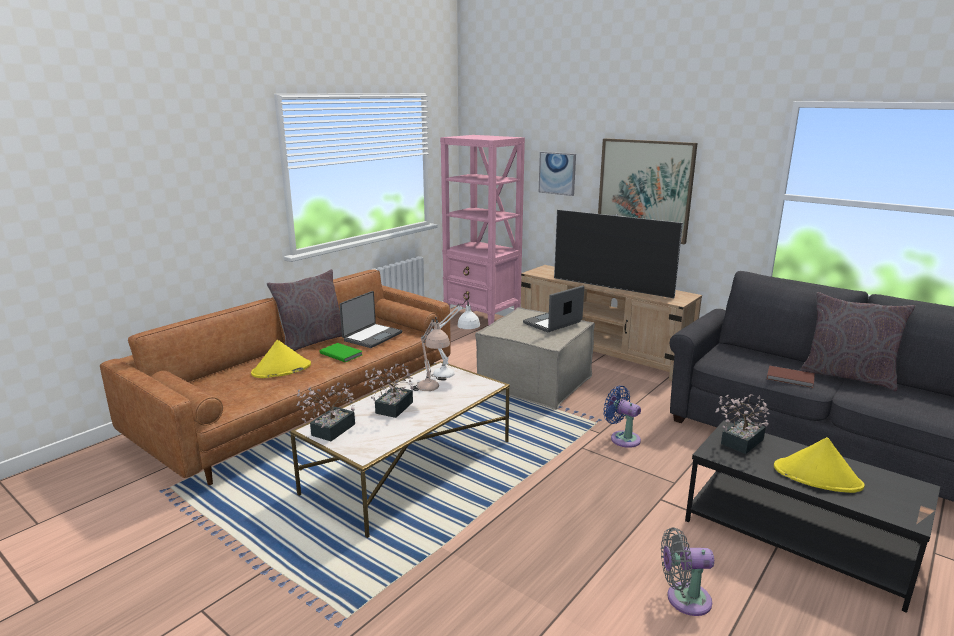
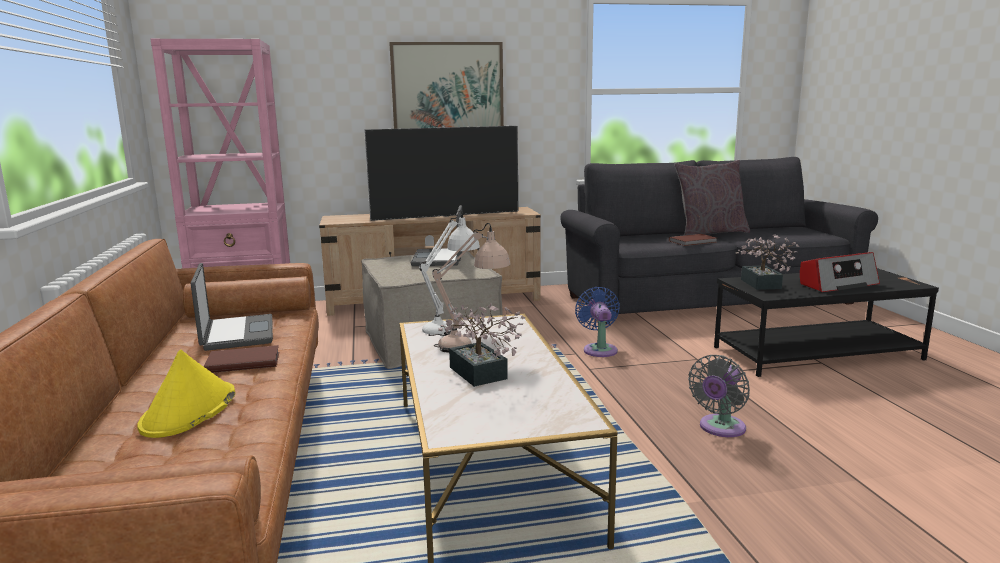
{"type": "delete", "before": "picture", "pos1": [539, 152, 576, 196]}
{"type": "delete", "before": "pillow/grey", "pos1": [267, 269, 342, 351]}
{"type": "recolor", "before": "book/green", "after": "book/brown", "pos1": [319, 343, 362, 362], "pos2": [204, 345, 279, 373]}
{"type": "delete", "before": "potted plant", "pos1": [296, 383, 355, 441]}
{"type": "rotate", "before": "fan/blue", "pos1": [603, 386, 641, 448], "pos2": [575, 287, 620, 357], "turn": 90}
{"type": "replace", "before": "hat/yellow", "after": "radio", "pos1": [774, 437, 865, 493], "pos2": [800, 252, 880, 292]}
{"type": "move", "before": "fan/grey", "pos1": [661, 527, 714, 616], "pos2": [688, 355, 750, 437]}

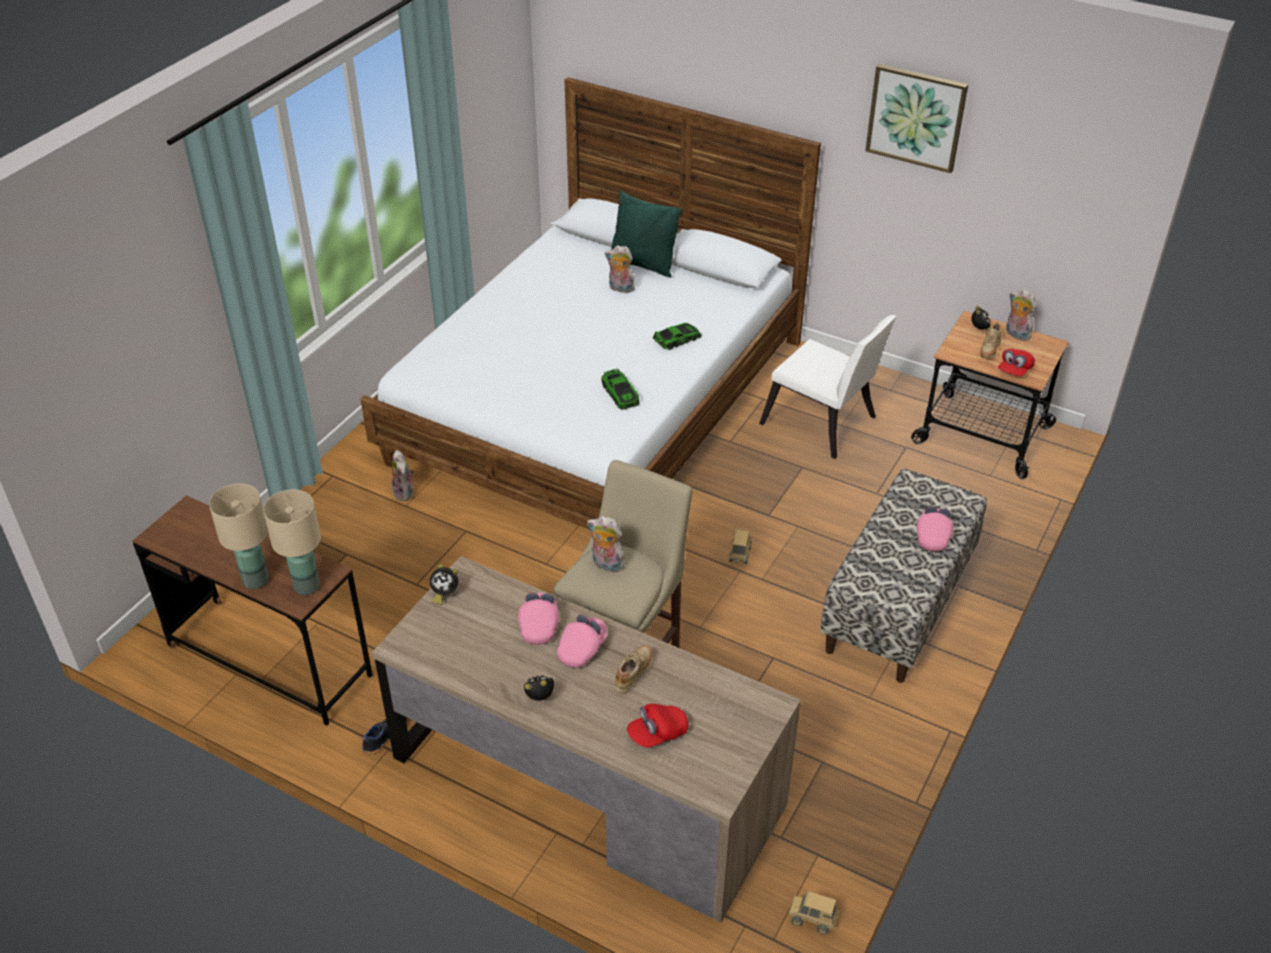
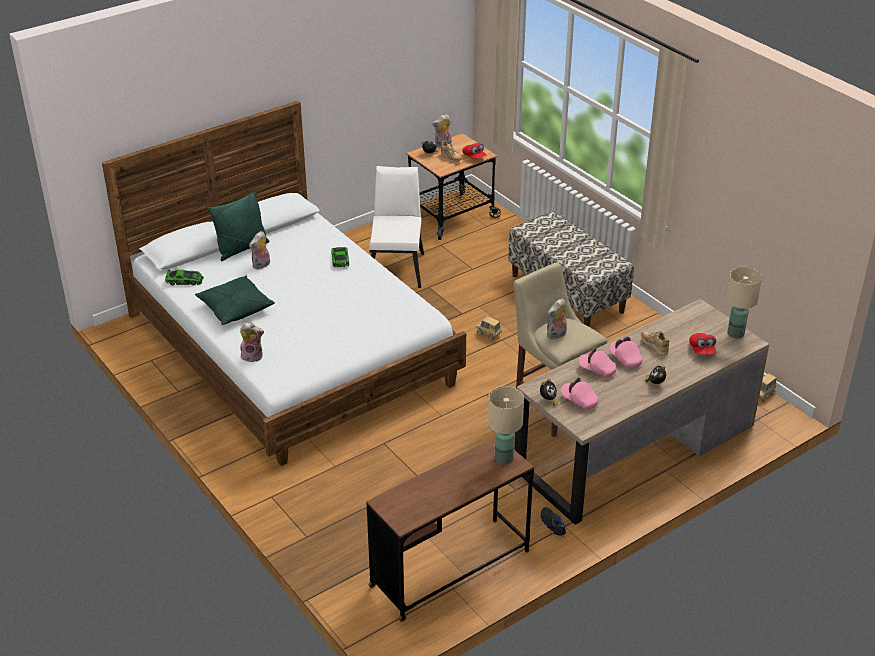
{"type": "delete", "before": "picture", "pos1": [865, 64, 968, 173]}
{"type": "rotate", "before": "chair/white", "pos1": [759, 315, 896, 459], "pos2": [369, 166, 424, 288], "turn": -60}
{"type": "move", "before": "toy car", "pos1": [601, 368, 640, 410], "pos2": [165, 269, 204, 285]}
{"type": "move", "before": "plush toy", "pos1": [392, 450, 414, 501], "pos2": [240, 322, 264, 362]}
{"type": "move", "before": "table lamp/beige", "pos1": [209, 484, 269, 589], "pos2": [726, 267, 762, 338]}
{"type": "move", "before": "cap/pink", "pos1": [916, 506, 954, 552], "pos2": [561, 377, 598, 410]}
{"type": "insert", "after": "pillow/green", "pos2": [195, 276, 275, 325]}

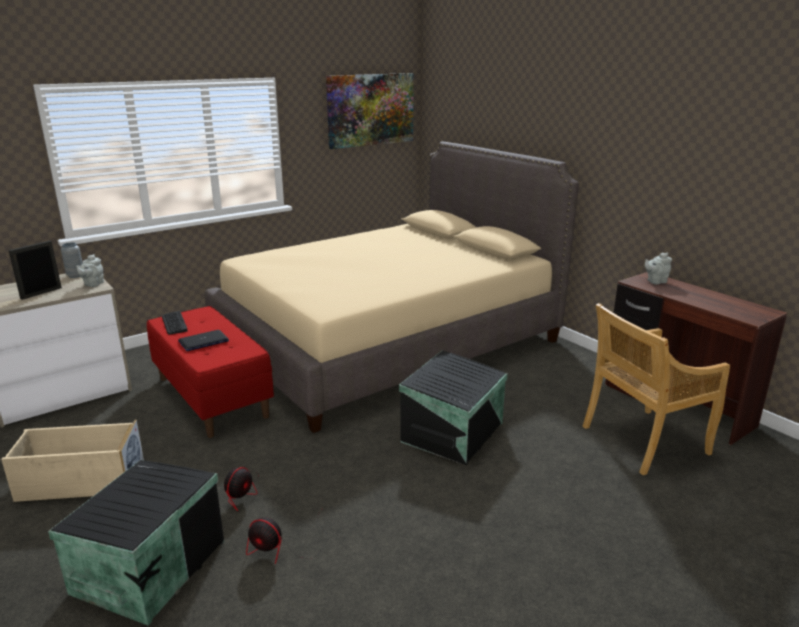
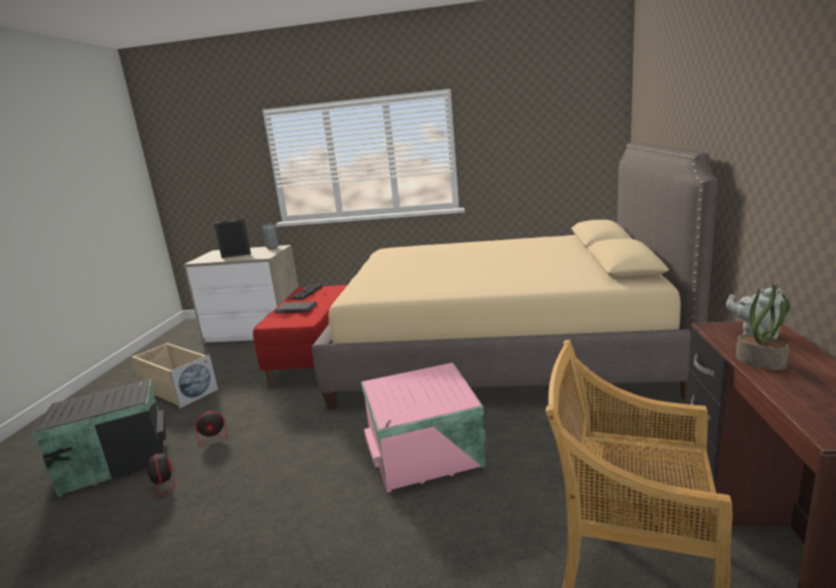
{"type": "delete", "before": "picture", "pos1": [326, 73, 414, 149]}
{"type": "delete", "before": "teapot/grey", "pos1": [76, 254, 104, 287]}
{"type": "recolor", "before": "storage box/black", "after": "storage box/pink", "pos1": [399, 350, 507, 465], "pos2": [361, 363, 486, 493]}
{"type": "insert", "after": "potted plant", "pos2": [736, 283, 790, 370]}

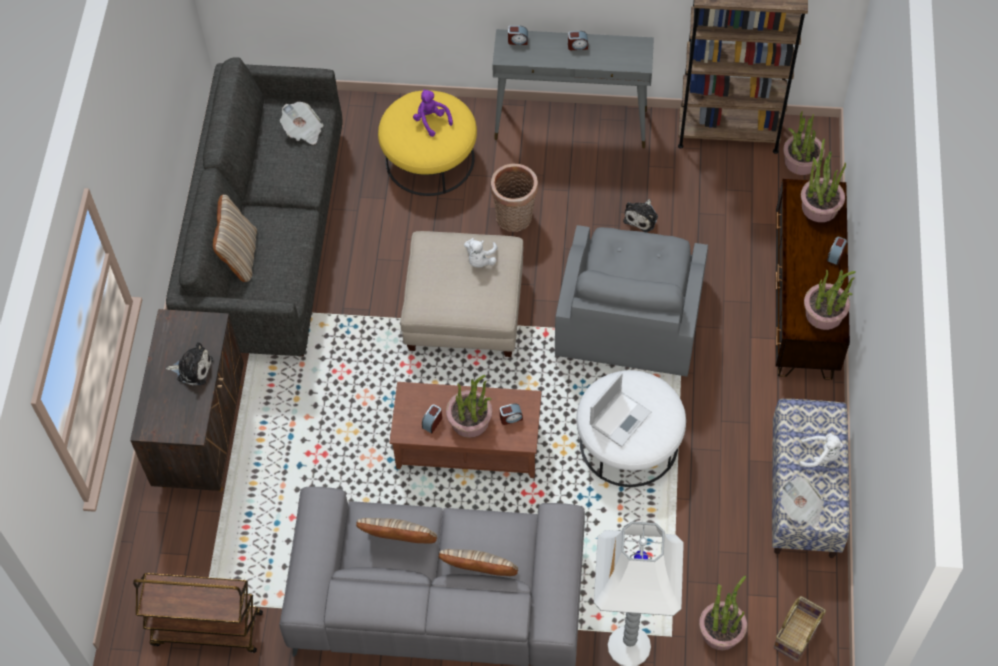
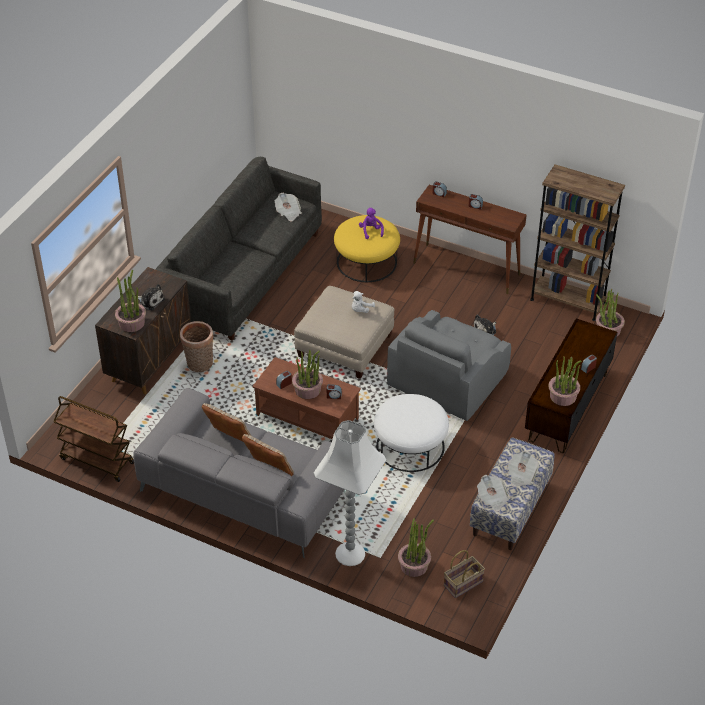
{"type": "recolor", "before": "console table/grey", "after": "console table/brown", "pos1": [492, 29, 654, 148], "pos2": [413, 185, 527, 294]}
{"type": "move", "before": "potted plant", "pos1": [801, 139, 846, 222], "pos2": [115, 270, 146, 332]}
{"type": "move", "before": "basket", "pos1": [491, 163, 538, 232], "pos2": [180, 321, 214, 372]}
{"type": "delete", "before": "pillow/beige", "pos1": [213, 195, 257, 282]}
{"type": "delete", "before": "laptop", "pos1": [590, 372, 651, 447]}
{"type": "replace", "before": "plush toy/white", "after": "newspaper", "pos1": [799, 433, 843, 467], "pos2": [507, 451, 539, 486]}

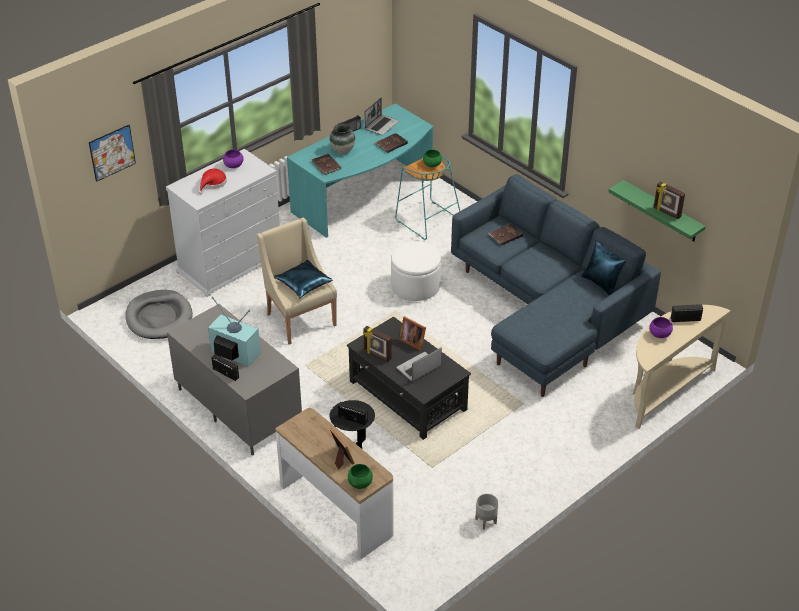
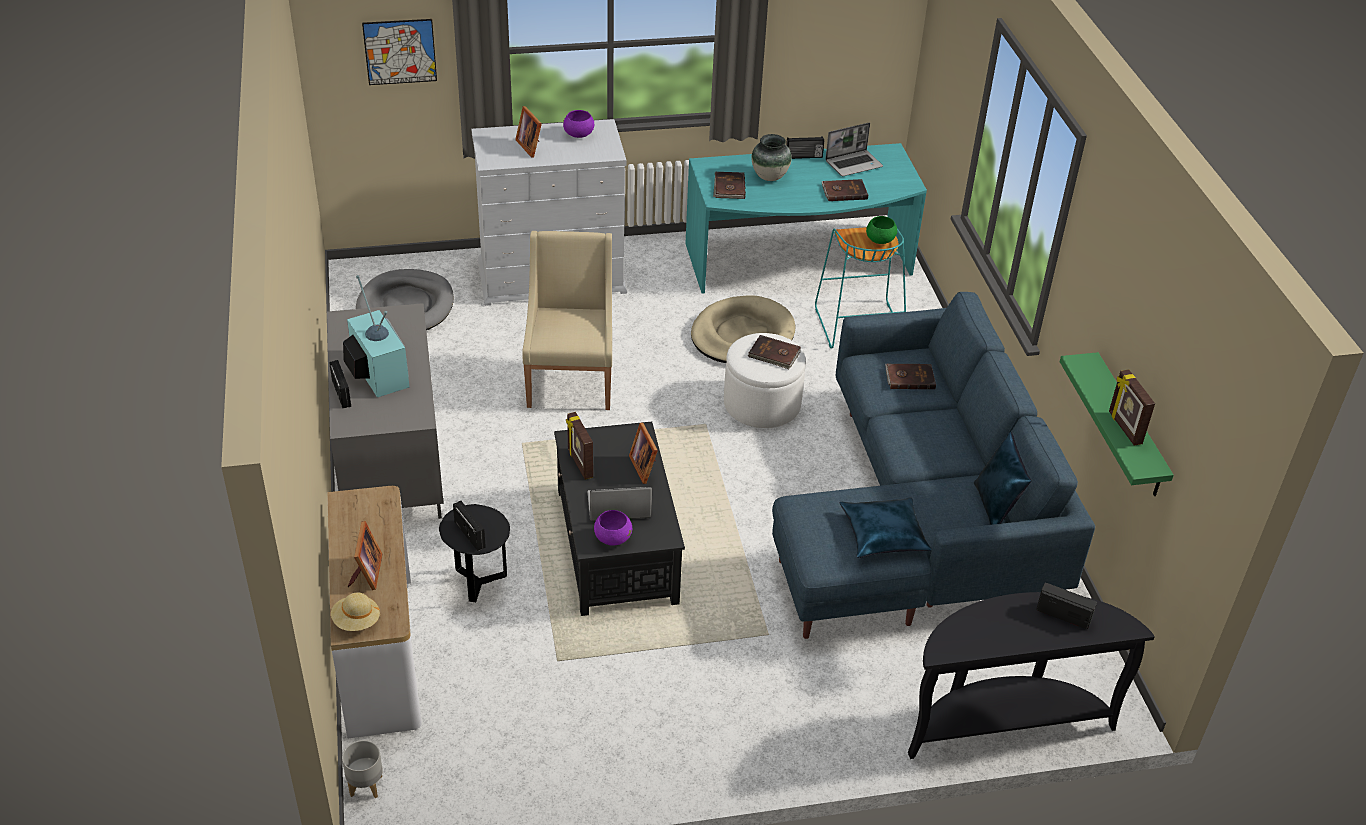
{"type": "replace", "before": "hat/red", "after": "picture frame", "pos1": [199, 169, 227, 194], "pos2": [515, 106, 542, 157]}
{"type": "move", "before": "pillow/blue", "pos1": [274, 260, 333, 298], "pos2": [840, 498, 931, 558]}
{"type": "recolor", "before": "console table/beige", "after": "console table/black", "pos1": [633, 305, 730, 429], "pos2": [908, 592, 1155, 759]}
{"type": "move", "before": "bowl/purple", "pos1": [649, 317, 673, 338], "pos2": [594, 510, 632, 545]}
{"type": "replace", "before": "bowl/green", "after": "hat/beige", "pos1": [348, 464, 373, 489], "pos2": [331, 593, 381, 631]}
{"type": "move", "before": "planter/grey", "pos1": [475, 494, 498, 530], "pos2": [342, 740, 383, 798]}
{"type": "insert", "after": "dog bed/beige", "pos2": [691, 296, 795, 363]}
{"type": "insert", "after": "book/brown", "pos2": [748, 335, 801, 369]}

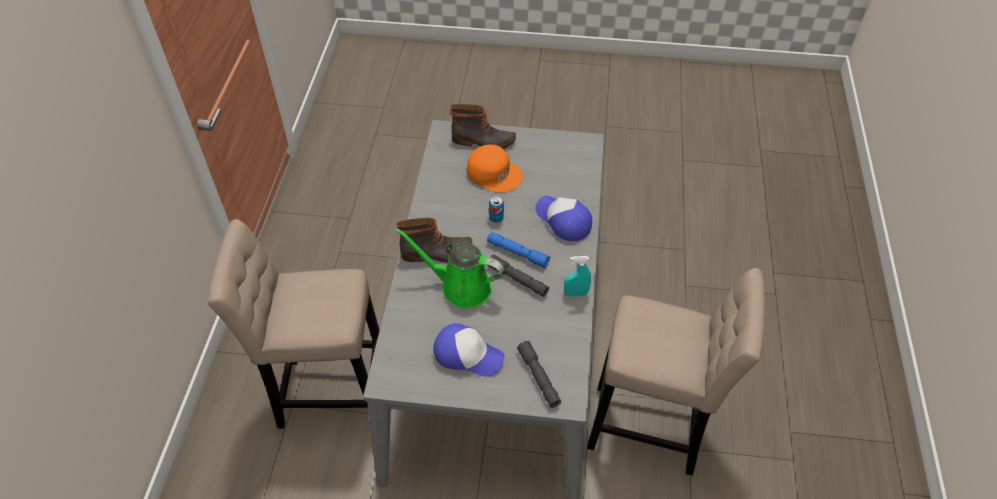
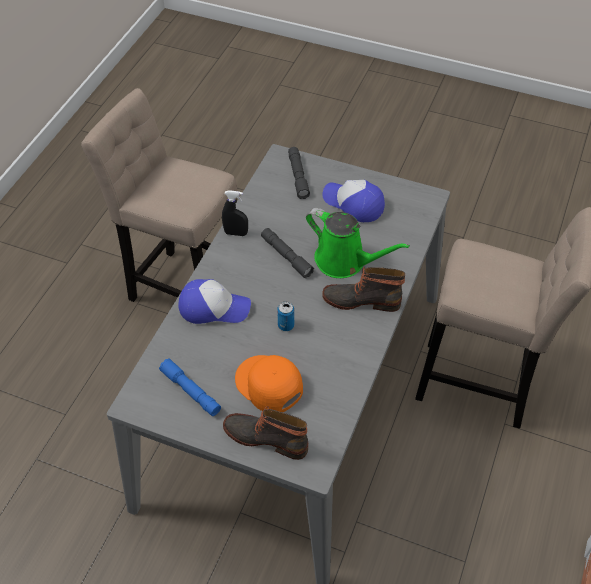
{"type": "rotate", "before": "cap", "pos1": [535, 196, 592, 241], "pos2": [178, 279, 251, 324], "turn": -60}
{"type": "move", "before": "flashlight/blue", "pos1": [487, 232, 550, 268], "pos2": [159, 358, 221, 416]}
{"type": "recolor", "before": "spray bottle/turquoise", "after": "spray bottle/black", "pos1": [564, 256, 591, 297], "pos2": [222, 190, 248, 236]}

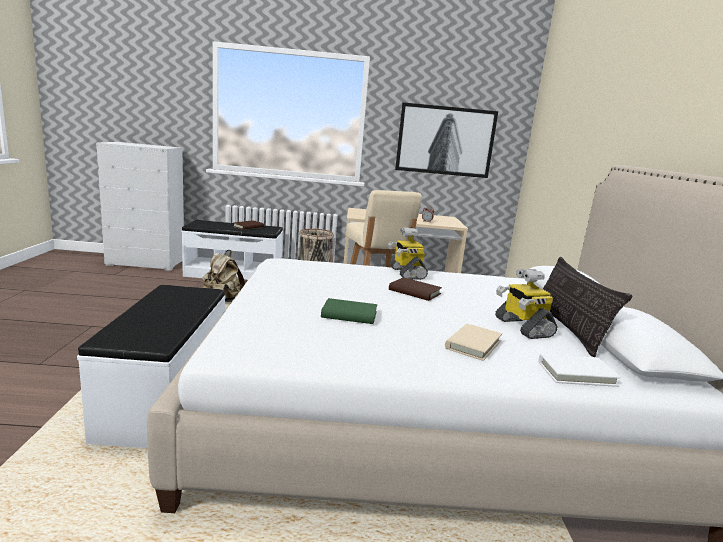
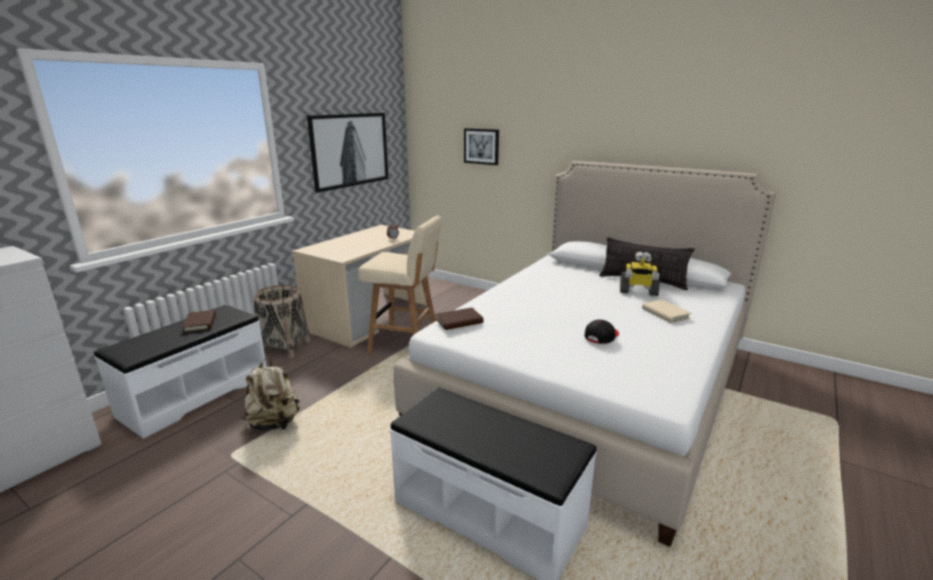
{"type": "delete", "before": "toy robot", "pos1": [388, 228, 428, 280]}
{"type": "move", "before": "book/brown", "pos1": [389, 277, 442, 301], "pos2": [436, 308, 483, 330]}
{"type": "replace", "before": "book/green", "after": "cap/black", "pos1": [321, 298, 377, 324], "pos2": [584, 320, 619, 344]}
{"type": "delete", "before": "book/white", "pos1": [539, 354, 621, 387]}
{"type": "insert", "after": "picture", "pos2": [464, 128, 499, 165]}

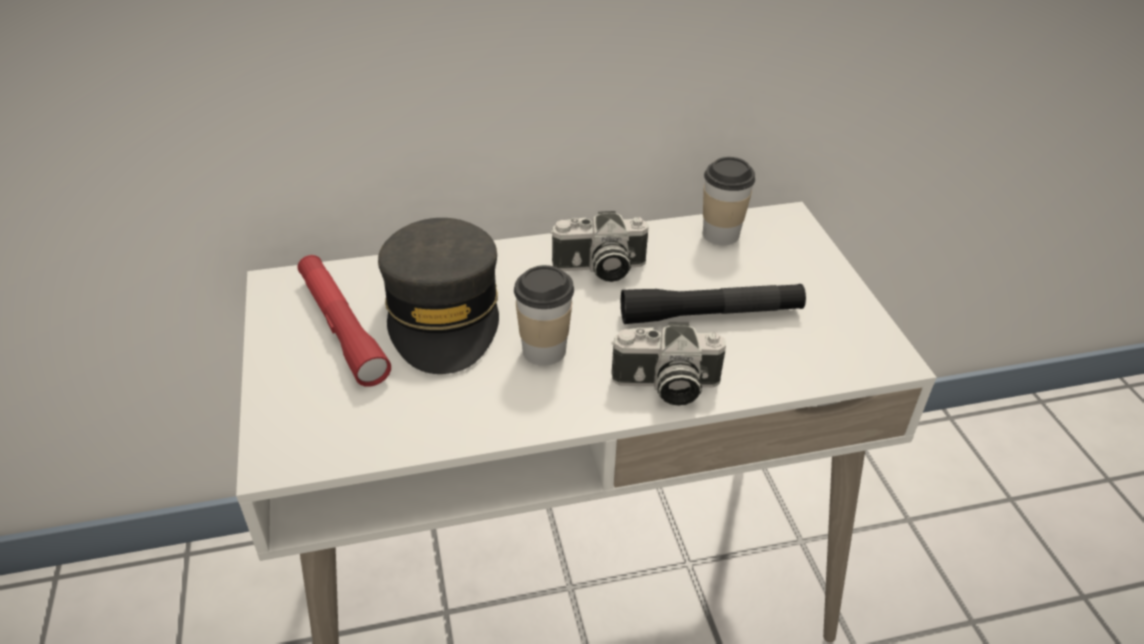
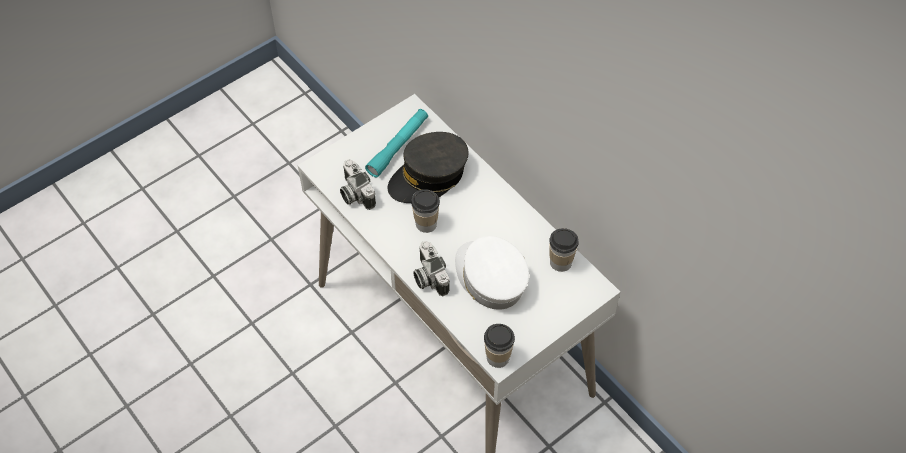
{"type": "move", "before": "photo camera", "pos1": [551, 211, 648, 282], "pos2": [340, 159, 376, 210]}
{"type": "recolor", "before": "flashlight/red", "after": "flashlight/turquoise", "pos1": [298, 255, 391, 387], "pos2": [365, 109, 428, 178]}
{"type": "replace", "before": "flashlight/black", "after": "cap/white", "pos1": [621, 284, 806, 324], "pos2": [455, 236, 529, 310]}
{"type": "insert", "after": "cup", "pos2": [484, 324, 515, 368]}

